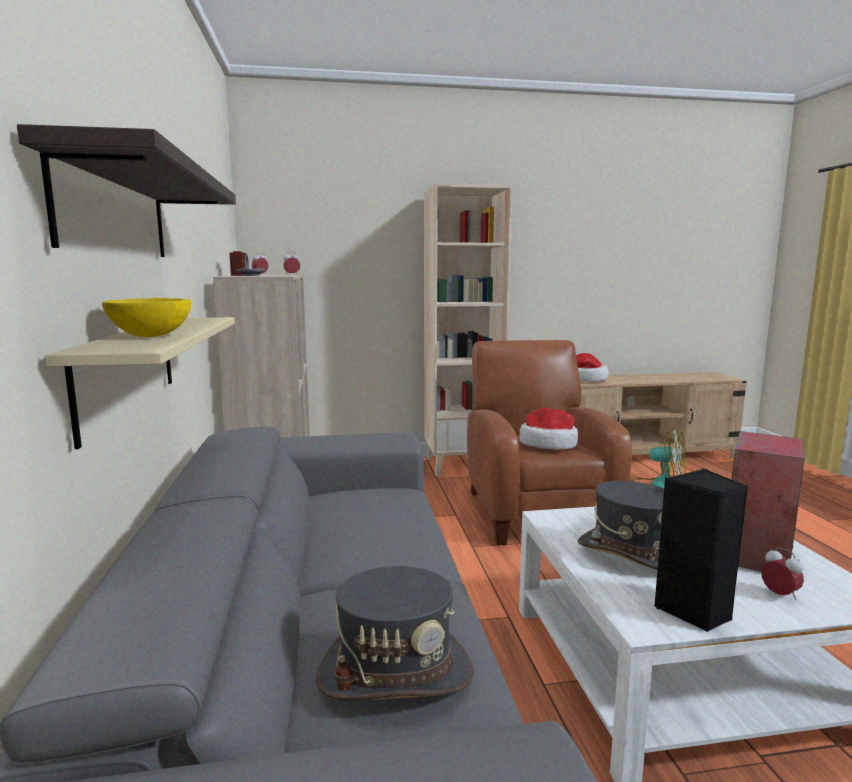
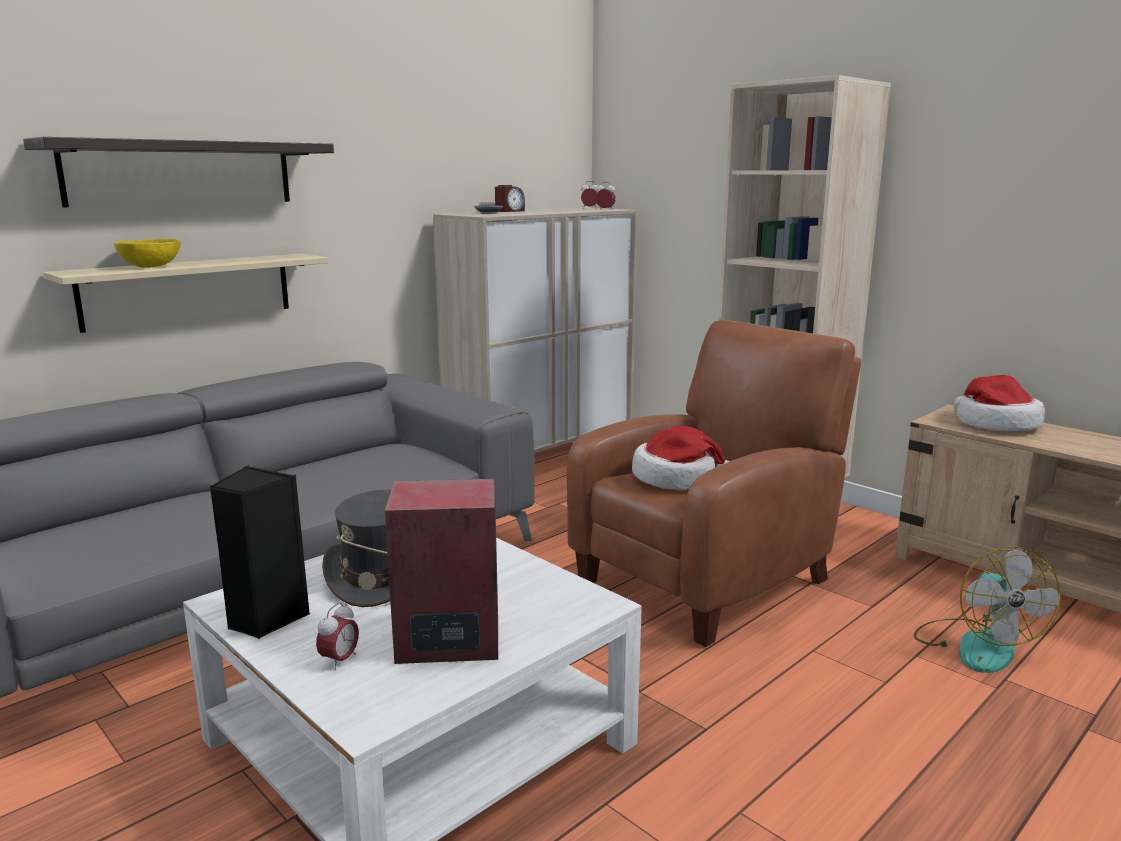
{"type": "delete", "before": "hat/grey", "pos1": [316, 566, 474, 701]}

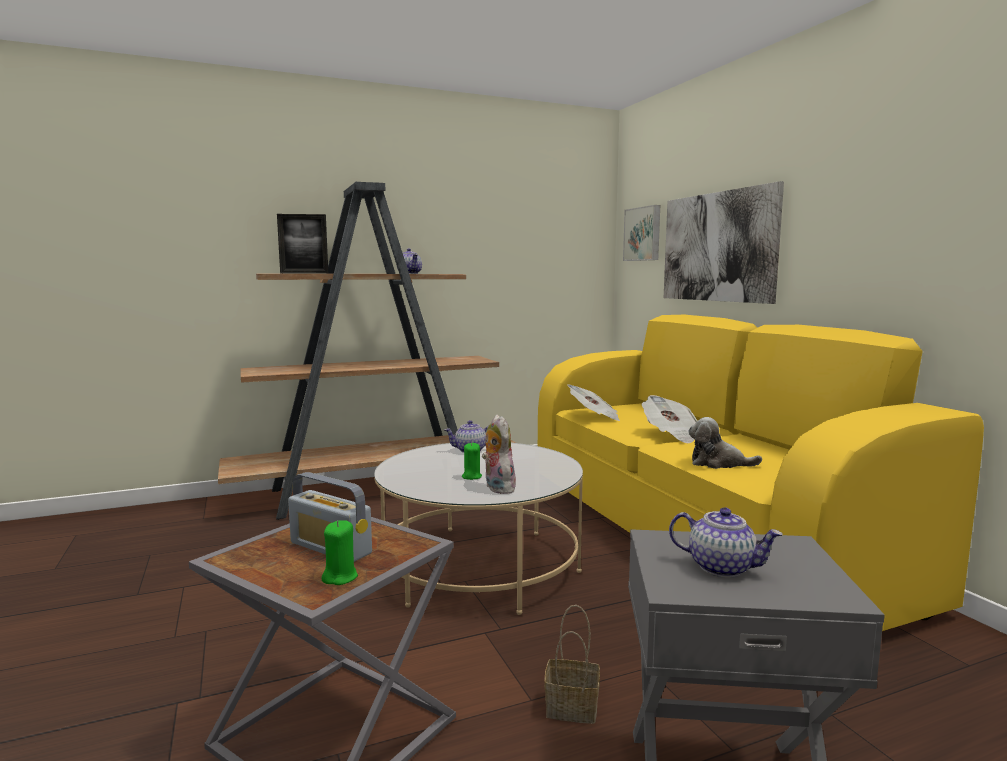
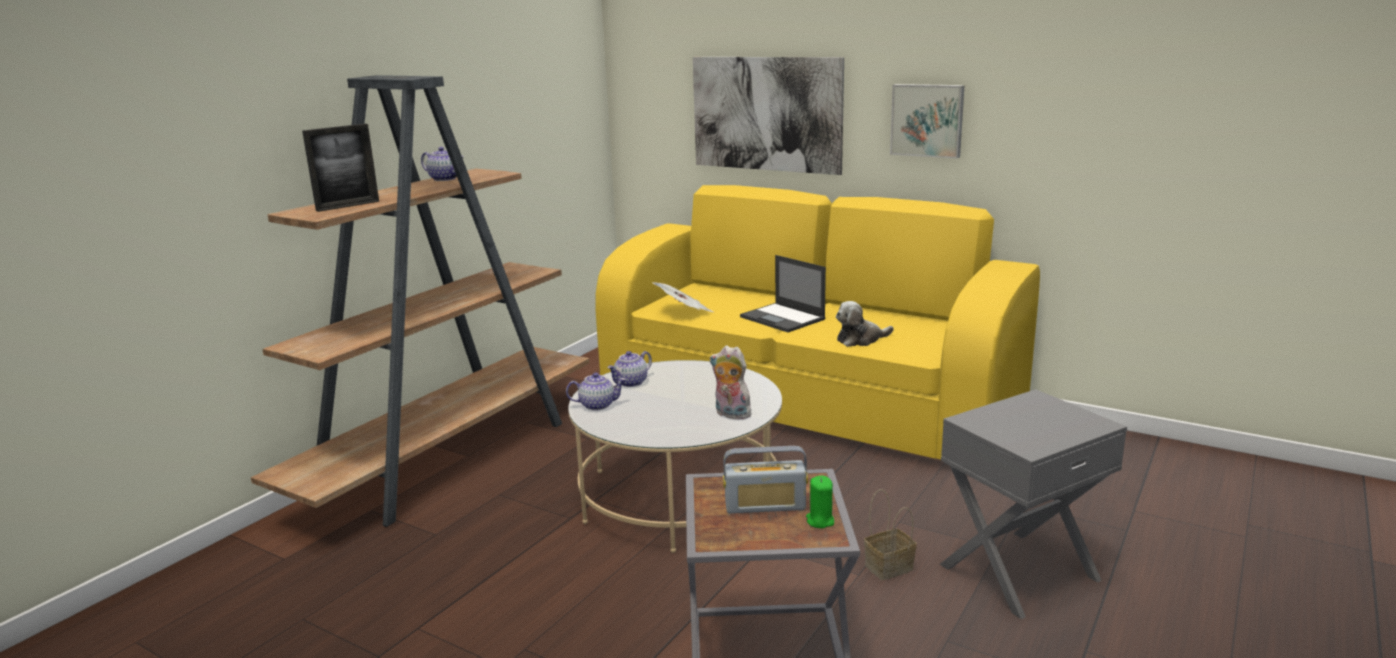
{"type": "move", "before": "picture", "pos1": [623, 205, 660, 261], "pos2": [890, 84, 965, 158]}
{"type": "replace", "before": "newspaper", "after": "laptop", "pos1": [642, 395, 698, 443], "pos2": [740, 255, 826, 332]}
{"type": "delete", "before": "candle/green", "pos1": [462, 443, 482, 480]}
{"type": "move", "before": "teapot", "pos1": [669, 507, 783, 577], "pos2": [566, 372, 626, 411]}

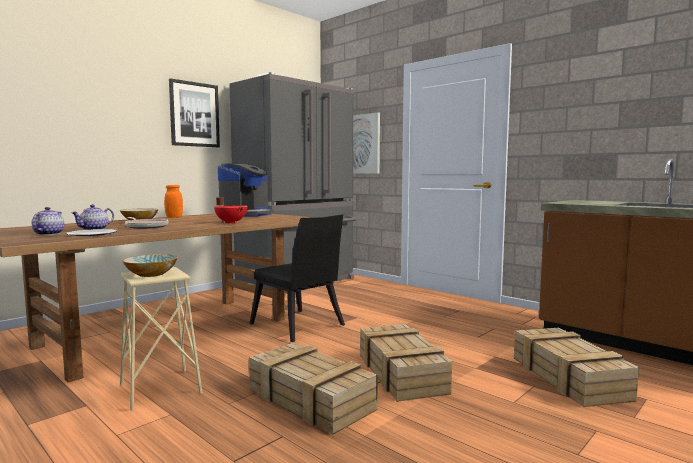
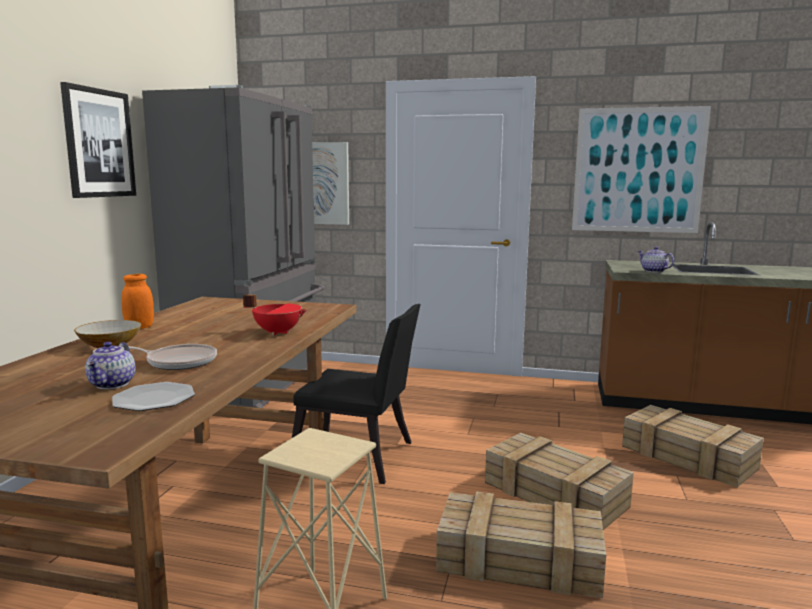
{"type": "delete", "before": "coffee machine", "pos1": [218, 163, 274, 216]}
{"type": "move", "before": "teapot", "pos1": [32, 207, 64, 235], "pos2": [638, 247, 674, 273]}
{"type": "delete", "before": "bowl", "pos1": [122, 254, 178, 277]}
{"type": "insert", "after": "picture", "pos2": [572, 106, 711, 233]}

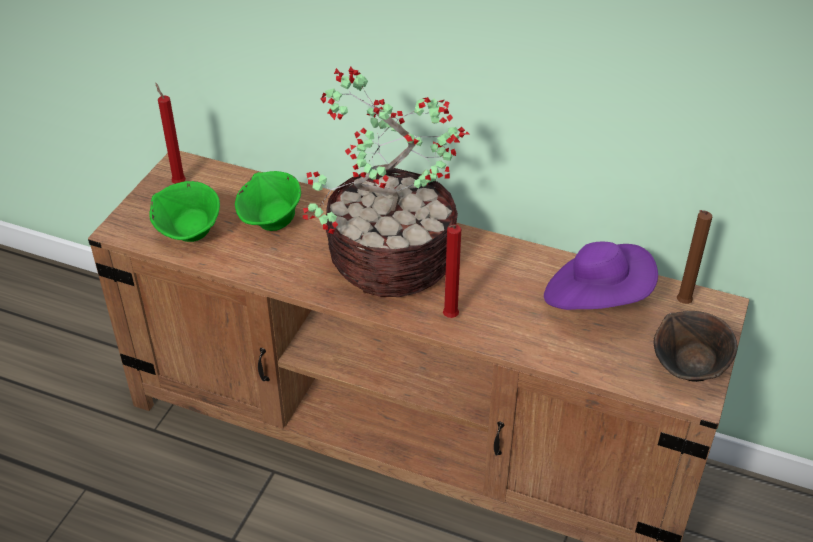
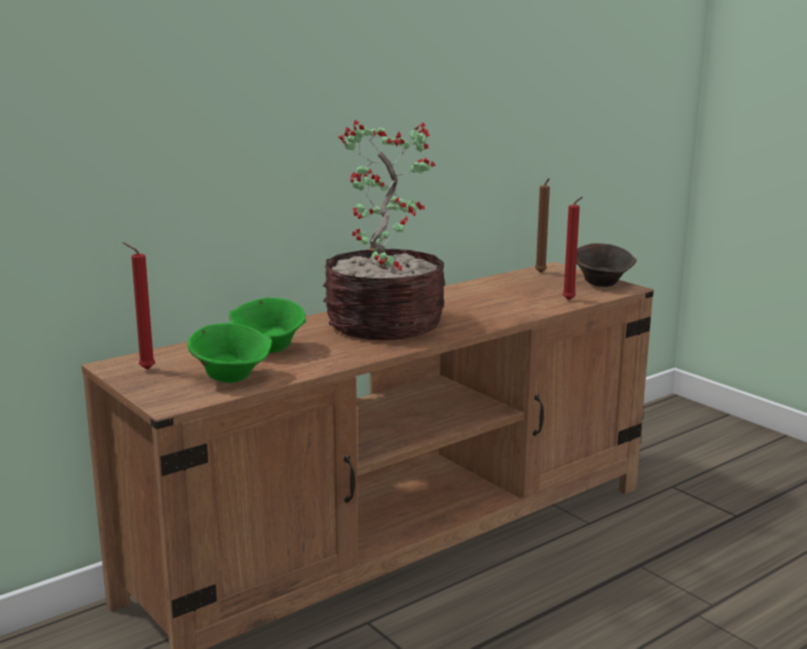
{"type": "move", "before": "candle/red", "pos1": [443, 225, 461, 318], "pos2": [562, 197, 583, 300]}
{"type": "delete", "before": "hat/purple", "pos1": [544, 242, 658, 310]}

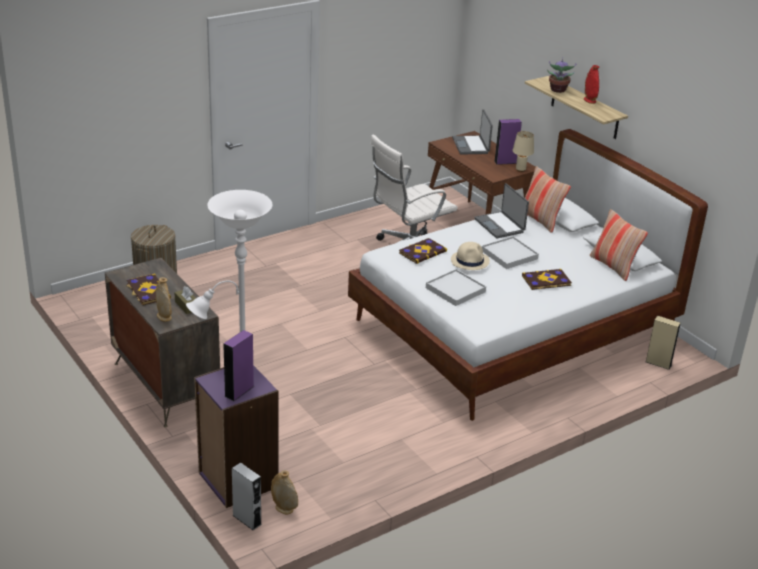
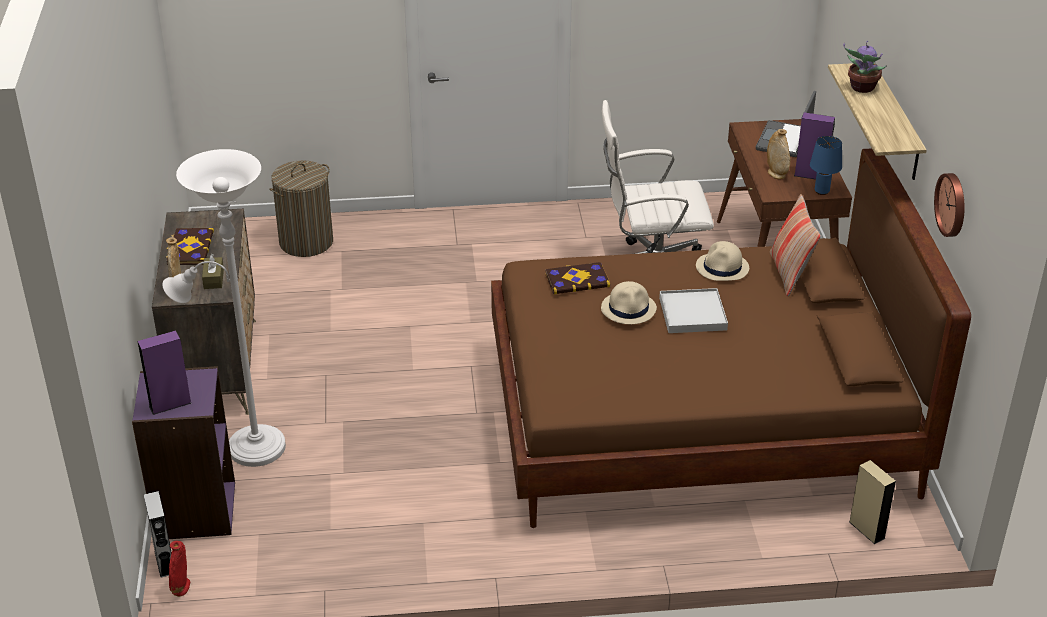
{"type": "move", "before": "vase/red", "pos1": [584, 65, 599, 104], "pos2": [169, 541, 190, 597]}
{"type": "recolor", "before": "bed/white", "after": "bed/brown", "pos1": [348, 129, 708, 421], "pos2": [491, 148, 971, 528]}
{"type": "recolor", "before": "table lamp/beige", "after": "table lamp/blue", "pos1": [513, 131, 534, 172], "pos2": [810, 136, 842, 195]}
{"type": "replace", "before": "laptop", "after": "hat/beige", "pos1": [474, 183, 529, 238], "pos2": [696, 241, 749, 281]}
{"type": "delete", "before": "pillow", "pos1": [590, 209, 648, 281]}
{"type": "delete", "before": "tray/white", "pos1": [426, 269, 486, 306]}
{"type": "delete", "before": "book", "pos1": [522, 269, 572, 290]}
{"type": "move", "before": "vase/beige", "pos1": [271, 470, 298, 514], "pos2": [767, 129, 790, 179]}
{"type": "insert", "after": "wall clock", "pos2": [934, 173, 965, 237]}

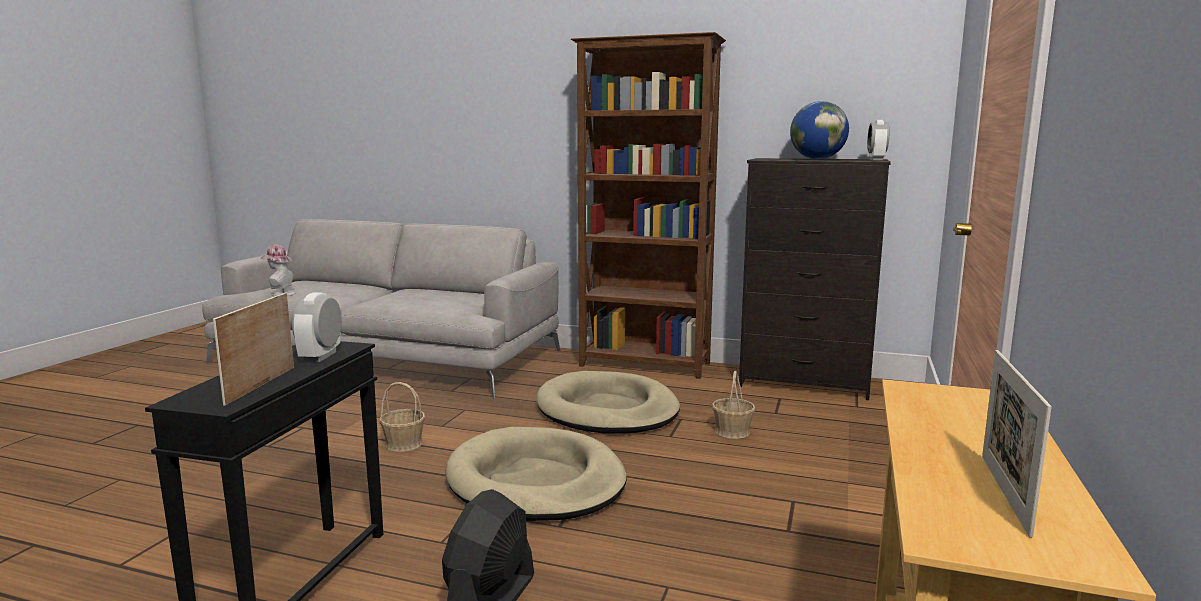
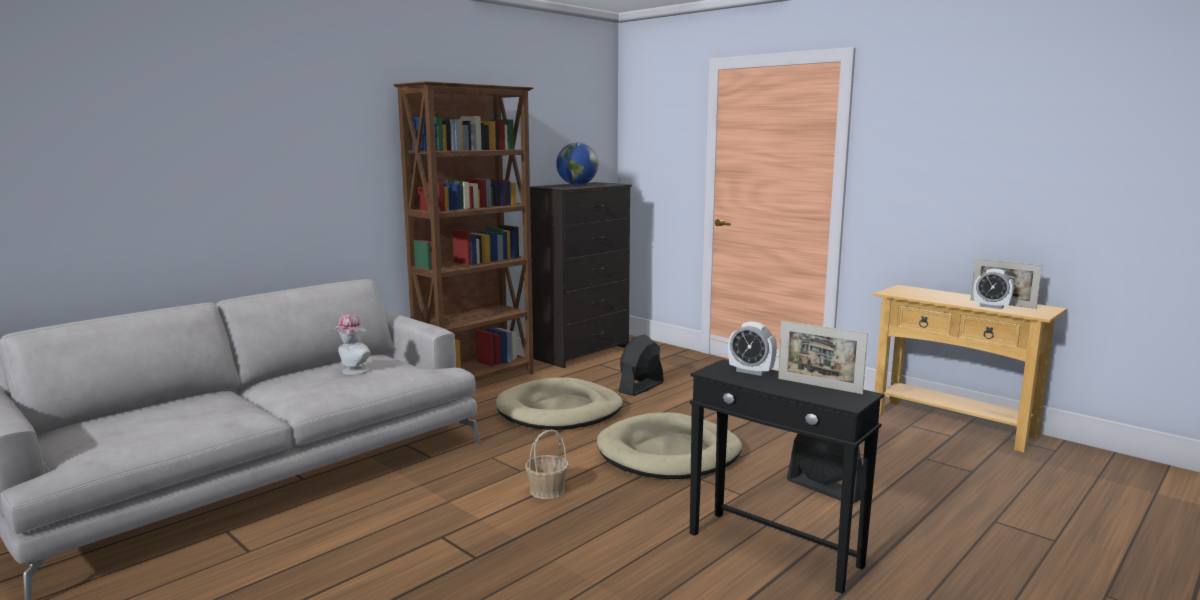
{"type": "move", "before": "alarm clock", "pos1": [867, 120, 890, 160], "pos2": [974, 269, 1014, 309]}
{"type": "move", "before": "hat", "pos1": [260, 245, 295, 296], "pos2": [332, 314, 371, 375]}
{"type": "replace", "before": "basket", "after": "fan/black", "pos1": [712, 371, 755, 439], "pos2": [619, 334, 664, 396]}

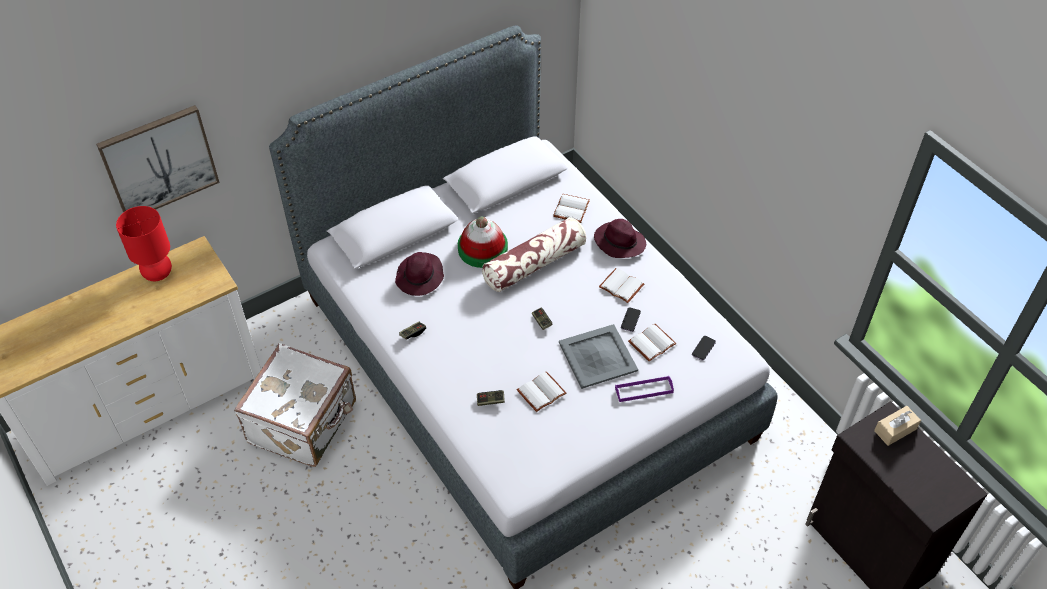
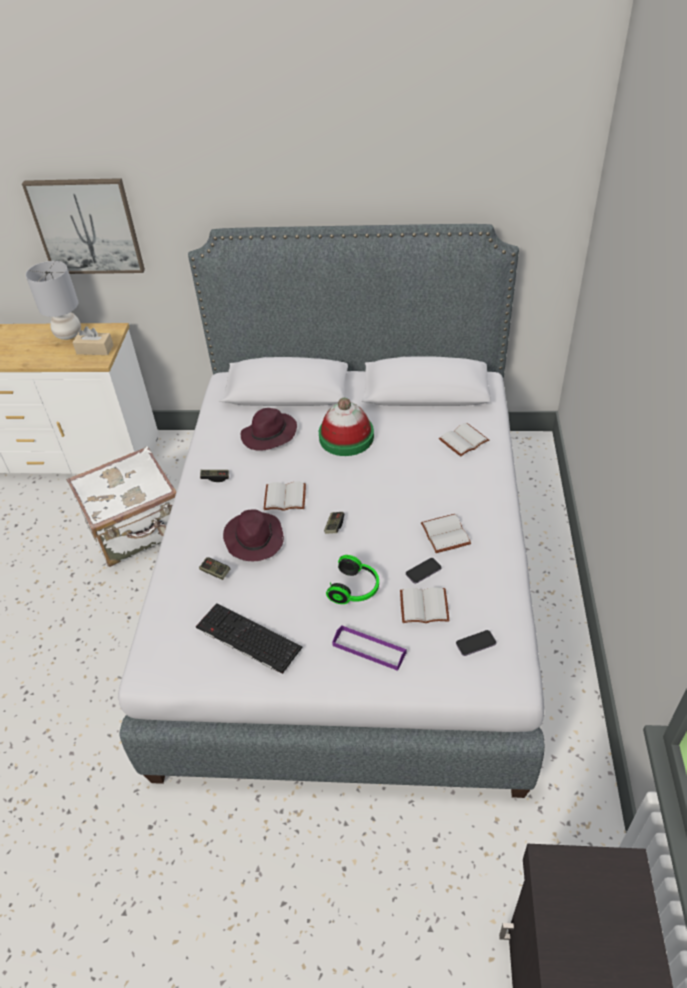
{"type": "recolor", "before": "table lamp/red", "after": "table lamp/grey", "pos1": [116, 206, 172, 281], "pos2": [26, 261, 81, 340]}
{"type": "delete", "before": "pillow", "pos1": [482, 217, 586, 292]}
{"type": "move", "before": "hat/purple", "pos1": [594, 219, 646, 258], "pos2": [223, 509, 284, 561]}
{"type": "replace", "before": "tray/grey", "after": "headphones", "pos1": [559, 324, 638, 389], "pos2": [326, 555, 379, 604]}
{"type": "move", "before": "book/white", "pos1": [517, 371, 566, 412], "pos2": [264, 482, 306, 511]}
{"type": "move", "before": "tissue box/beige", "pos1": [874, 406, 921, 446], "pos2": [72, 326, 113, 355]}
{"type": "insert", "after": "keyboard", "pos2": [196, 603, 302, 674]}

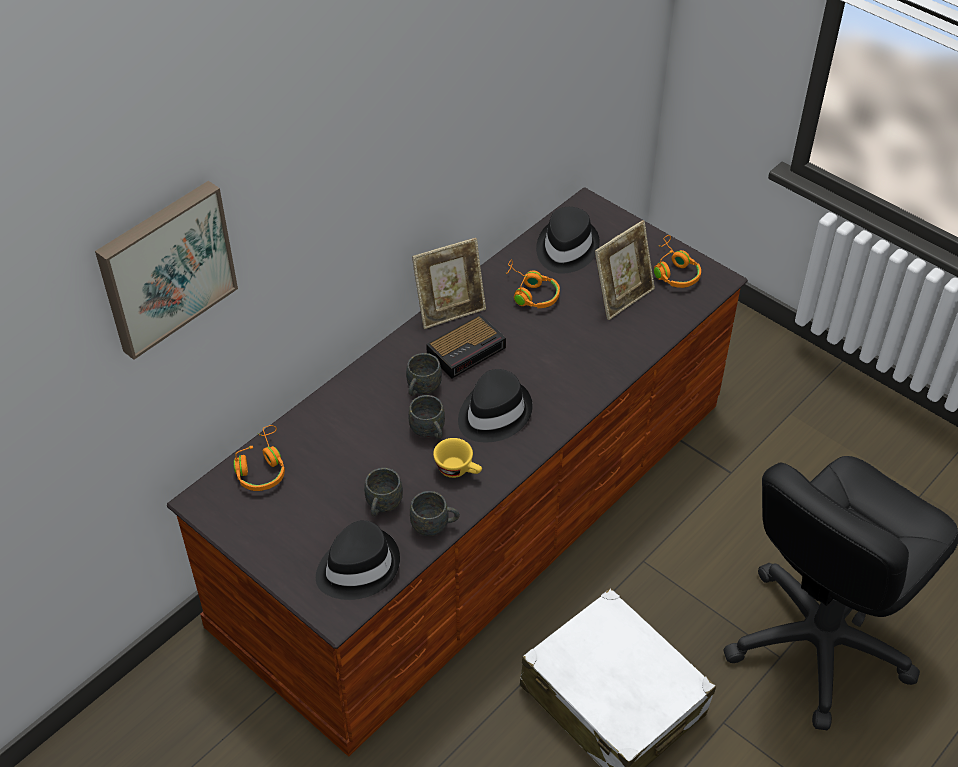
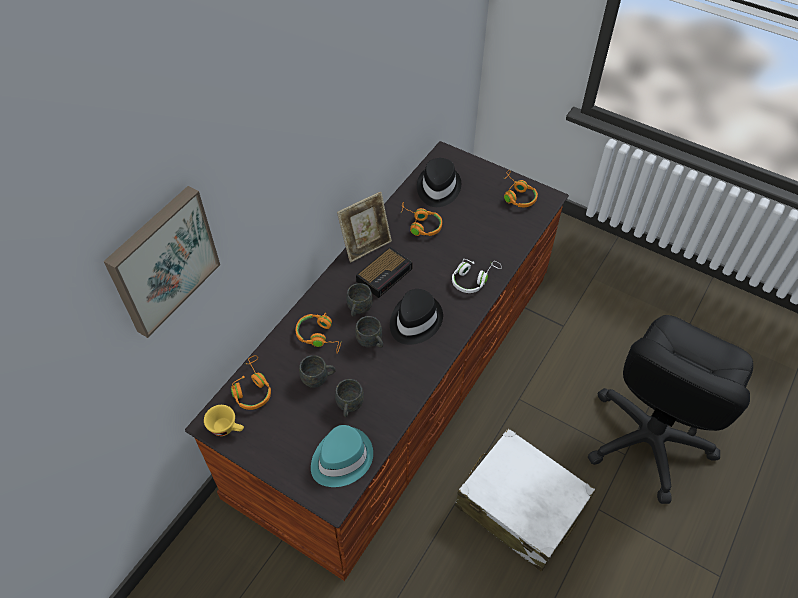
{"type": "delete", "before": "picture frame", "pos1": [595, 220, 655, 320]}
{"type": "move", "before": "cup/yellow", "pos1": [433, 438, 482, 478], "pos2": [204, 405, 244, 436]}
{"type": "move", "before": "mug/grey", "pos1": [410, 491, 460, 536], "pos2": [299, 355, 336, 388]}
{"type": "recolor", "before": "hat/black", "after": "hat/turquoise", "pos1": [316, 520, 400, 600], "pos2": [311, 425, 373, 487]}
{"type": "insert", "after": "headphones/white", "pos2": [452, 259, 502, 293]}
{"type": "insert", "after": "headphones/orange", "pos2": [295, 313, 341, 353]}

